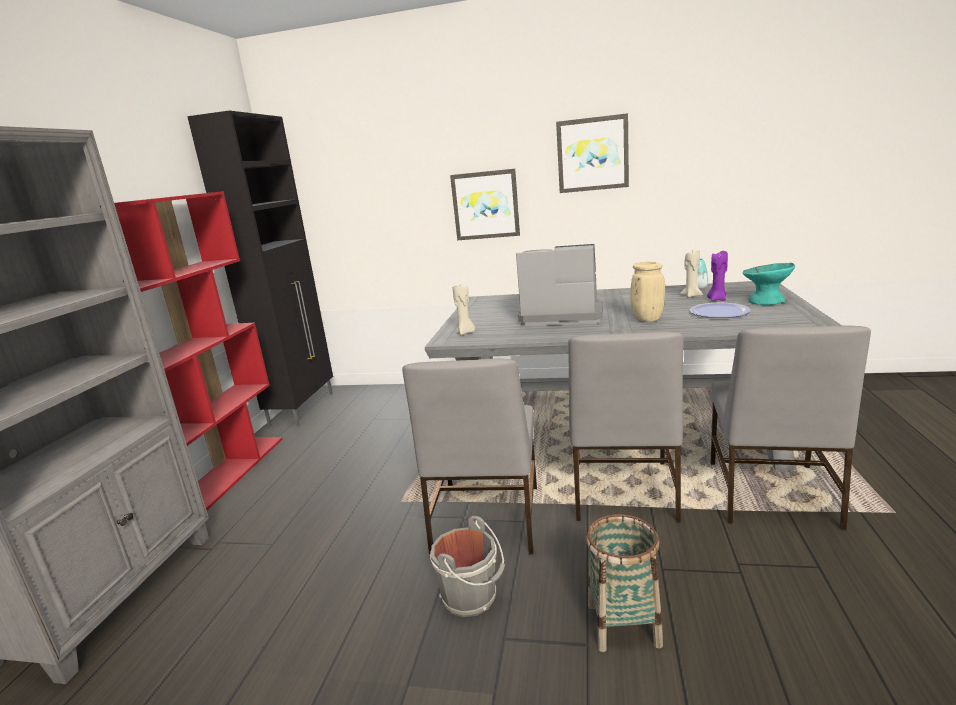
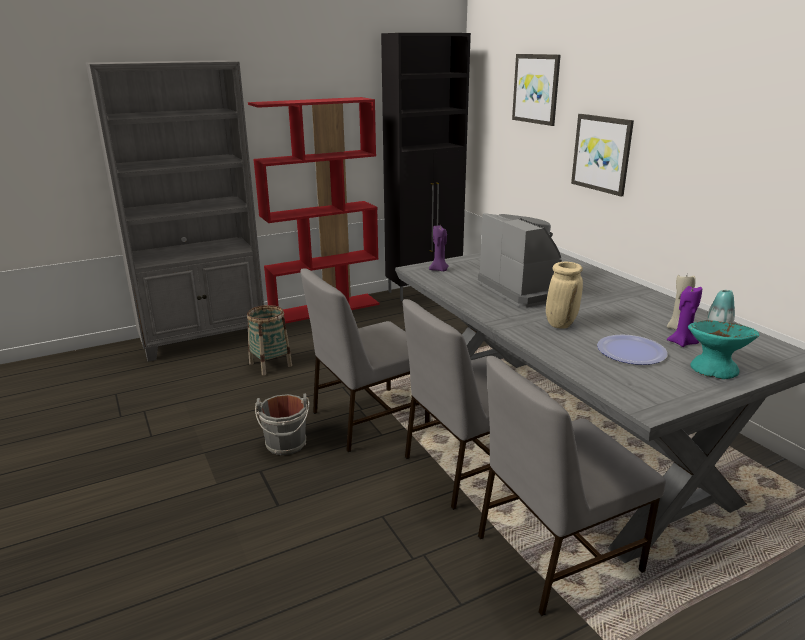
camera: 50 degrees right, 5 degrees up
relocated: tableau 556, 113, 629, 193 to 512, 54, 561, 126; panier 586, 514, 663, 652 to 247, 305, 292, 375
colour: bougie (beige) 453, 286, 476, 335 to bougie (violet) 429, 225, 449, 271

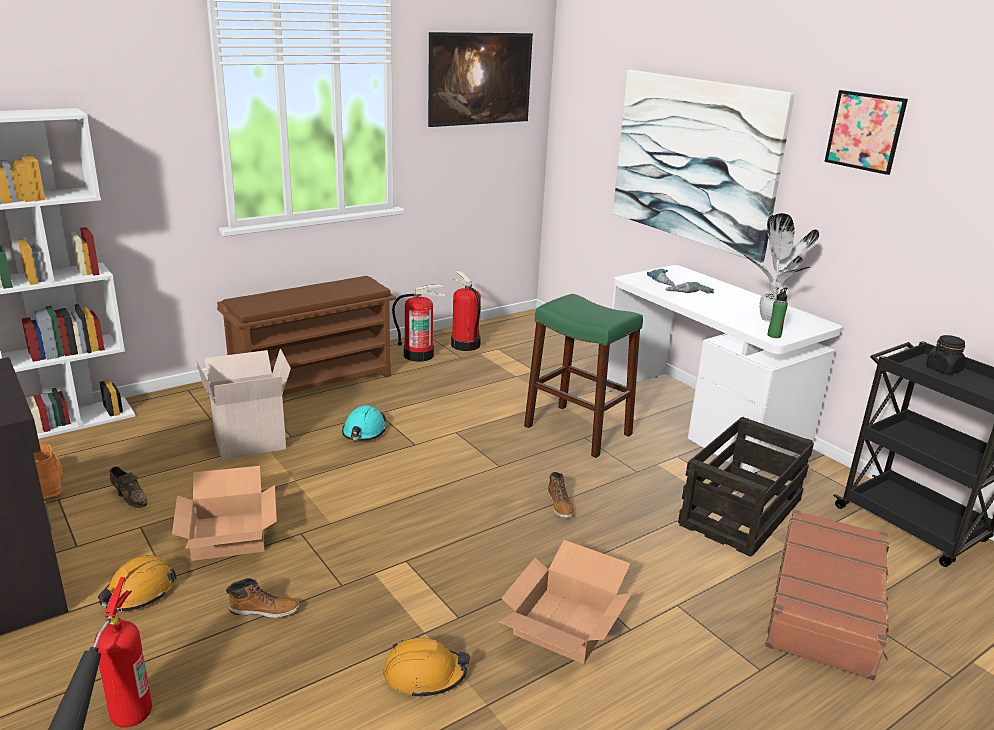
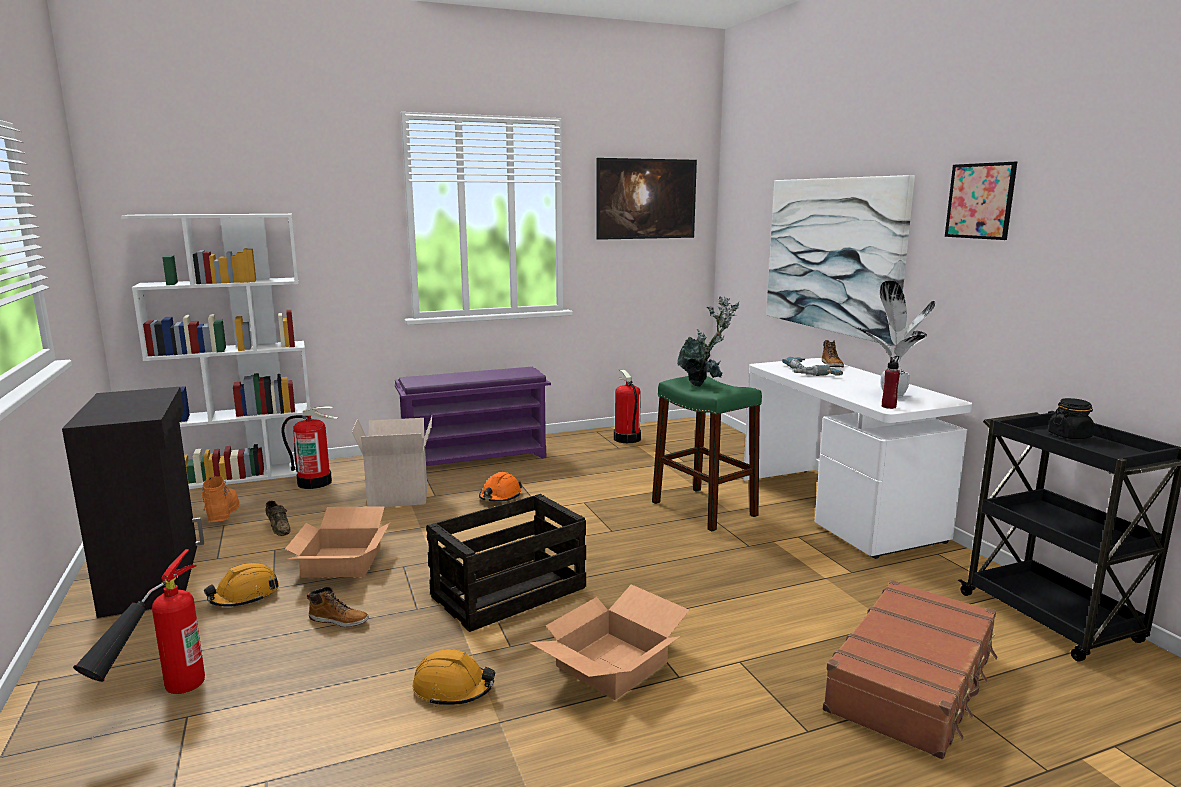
camera: 15 degrees right, 10 degrees down
appeared: plante en pot 677, 296, 739, 387
relocated: extincteur 392, 284, 447, 362 to 281, 406, 338, 489; botte 548, 472, 574, 518 to 822, 340, 844, 368; caisse 678, 417, 814, 557 to 426, 494, 586, 632
colour: étagère à chaussures (marron) 217, 276, 396, 395 to étagère à chaussures (violet) 395, 367, 551, 466; casque de chantier (turquoise) 342, 405, 387, 441 to casque de chantier (orange) 479, 472, 522, 502; bouteille (vert) 768, 287, 788, 338 to bouteille (rouge) 882, 356, 900, 409

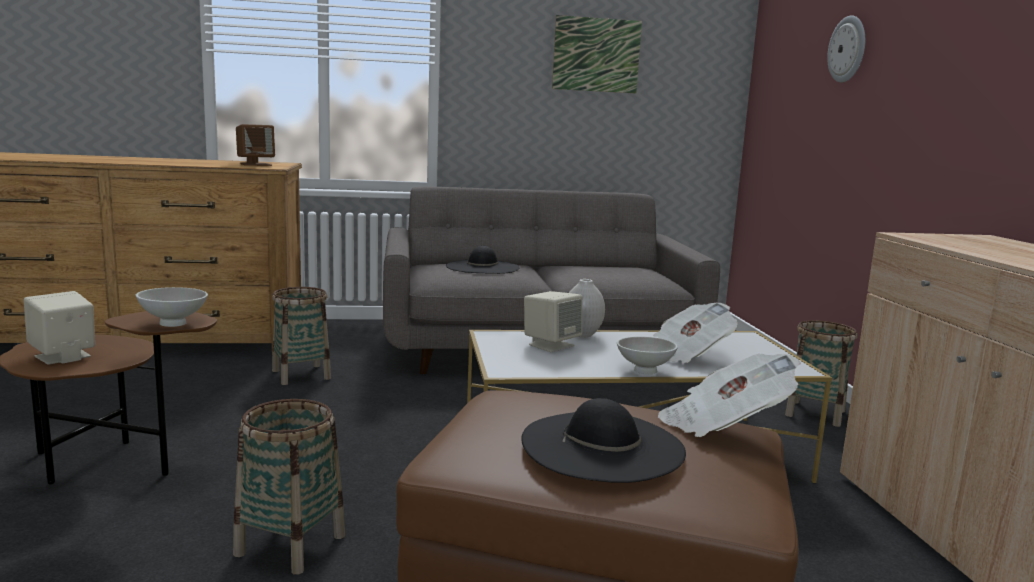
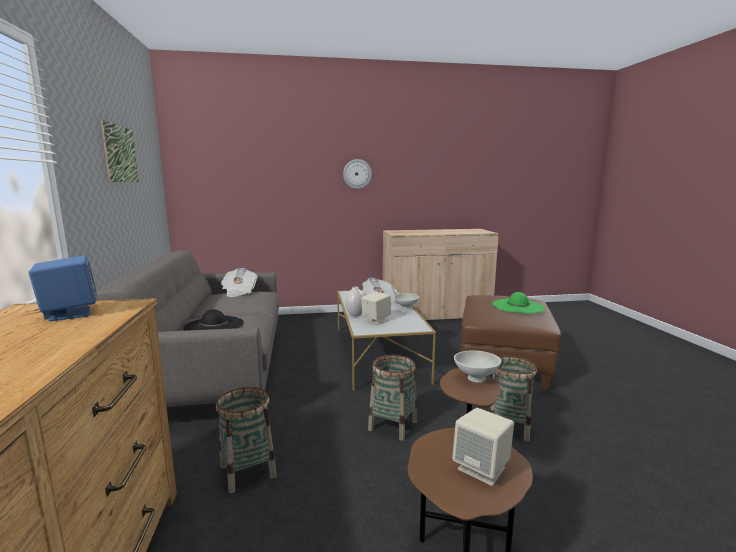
camera: 90 degrees left, 0 degrees up
relocated: journal 658, 354, 801, 437 to 221, 268, 258, 297; panier 785, 320, 858, 427 to 368, 355, 417, 441; horloge murale 827, 15, 865, 83 to 343, 159, 372, 189
colour: enceinte (marron) 236, 124, 275, 166 to enceinte (bleu) 28, 255, 97, 321; chapeau (noir) 521, 398, 686, 483 to chapeau (vert) 492, 292, 545, 313

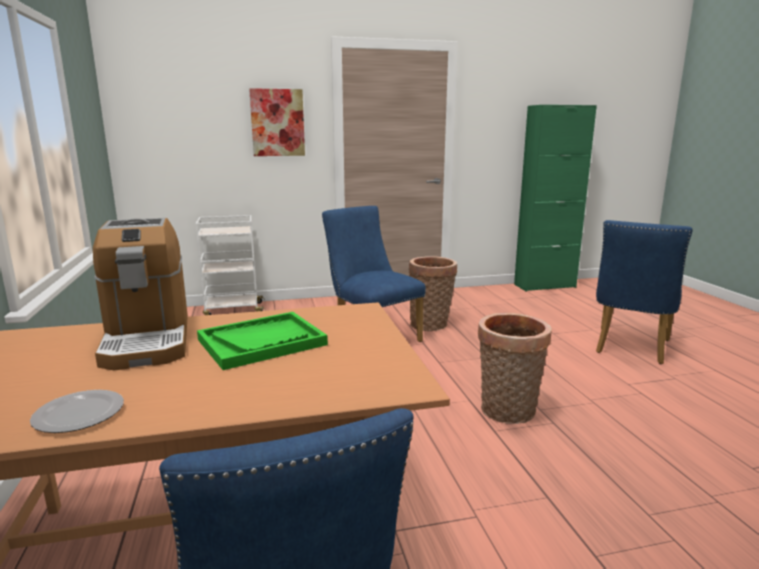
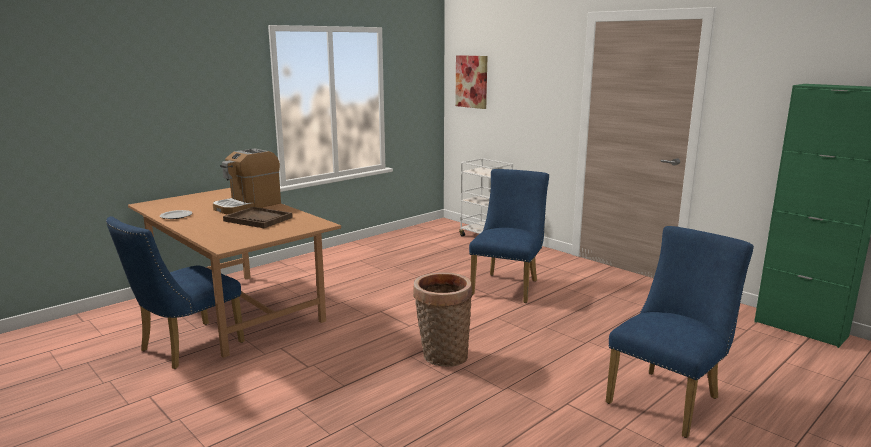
camera: 60 degrees right, 0 degrees up
missing: panier 409, 256, 458, 331
relocated: tableau 249, 88, 305, 156 to 455, 55, 487, 109
colour: plateau (vert) 197, 312, 328, 370 to plateau (marron) 223, 207, 293, 228
spun: chaise (bleu) 596, 220, 693, 364 = 606, 226, 754, 438 135 degrees clockwise

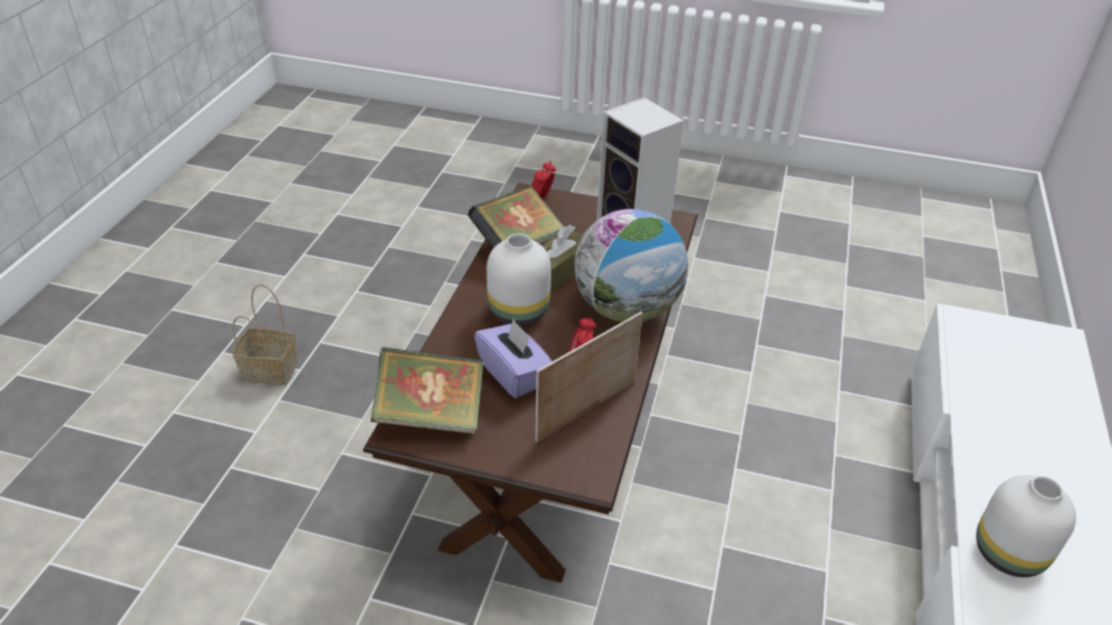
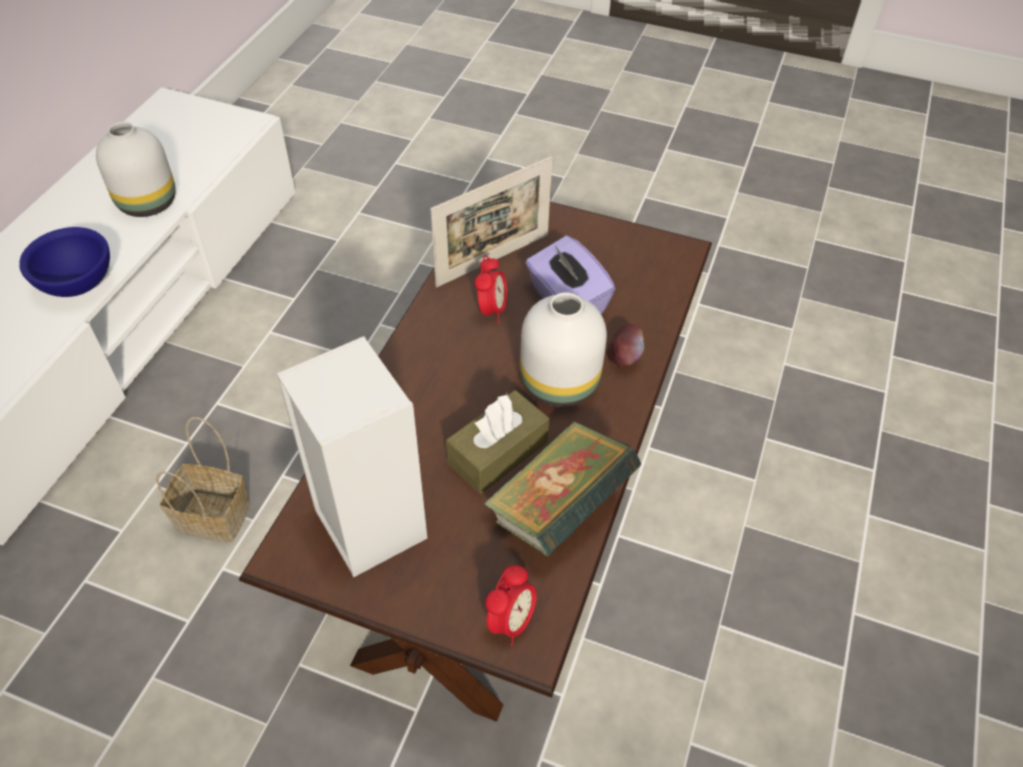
camera: 175 degrees left, 10 degrees up
missing: livre 371, 347, 484, 434; globe 574, 209, 688, 322
appeared: bol (bleu) 19, 227, 110, 297; pomme 607, 324, 644, 367
relocated: panier 232, 284, 298, 385 to 156, 417, 250, 543

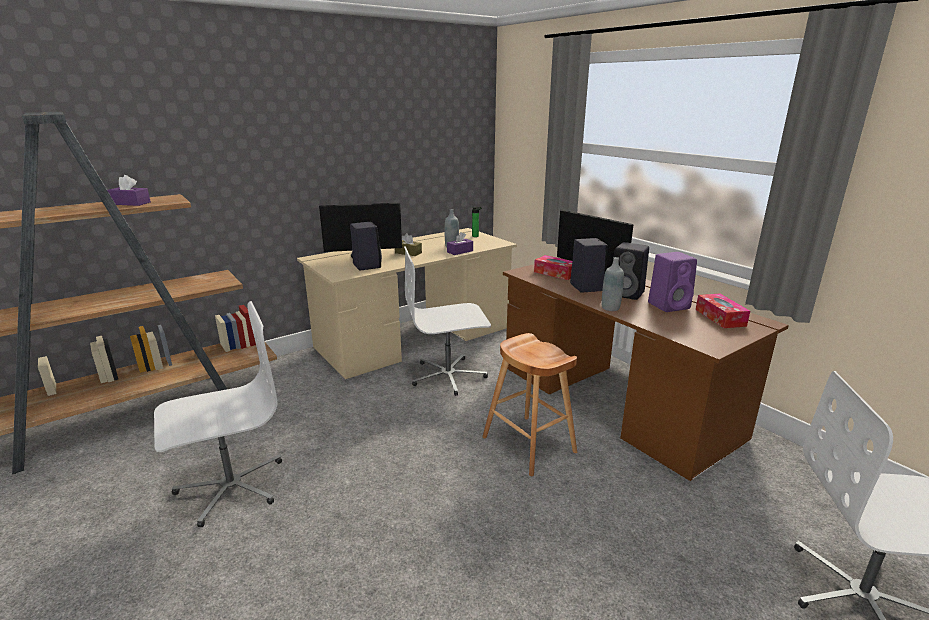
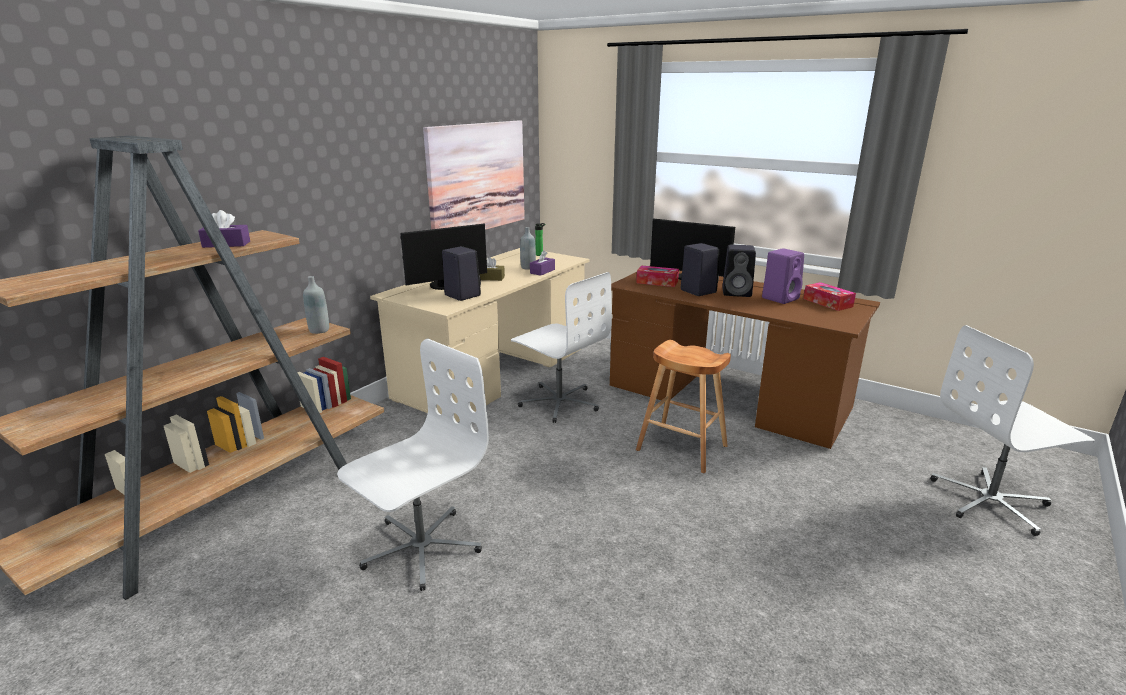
camera: 20 degrees left, 0 degrees up
appeared: tableau 423, 120, 525, 230
relocated: bouteille (gris) 602, 257, 624, 311 to 303, 276, 329, 334
spun: chaise de bureau (blanc) 404, 246, 491, 396 = 511, 272, 612, 423 105 degrees counterclockwise

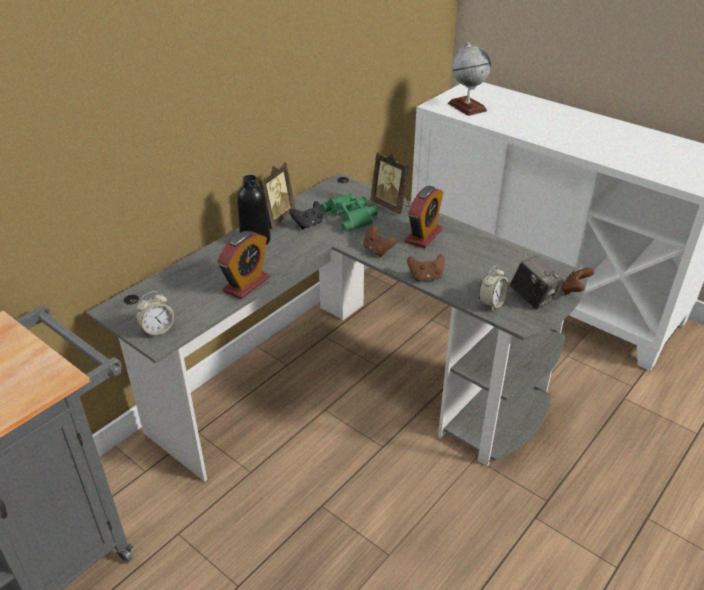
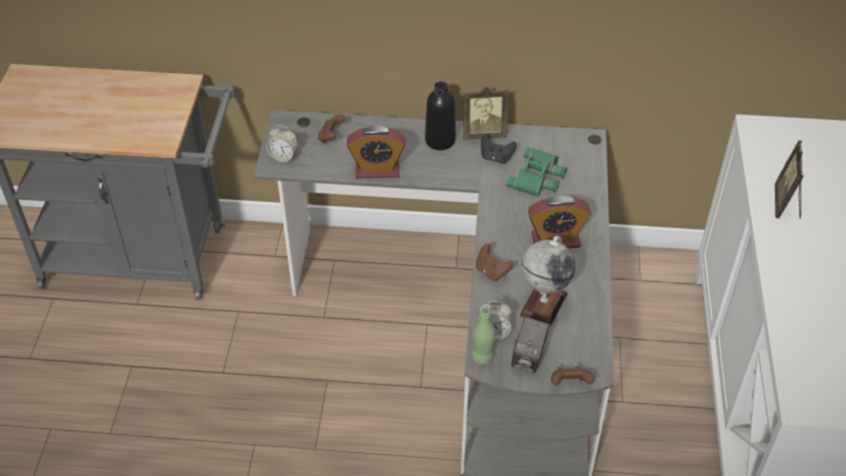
camera: 55 degrees right, 10 degrees up
appeared: bouteille (vert) 471, 307, 496, 365
relocated: manette (marron) 363, 226, 397, 257 to 318, 114, 345, 143; cadre photo 370, 152, 409, 214 to 775, 140, 804, 219; globe 448, 42, 491, 116 to 520, 236, 575, 327

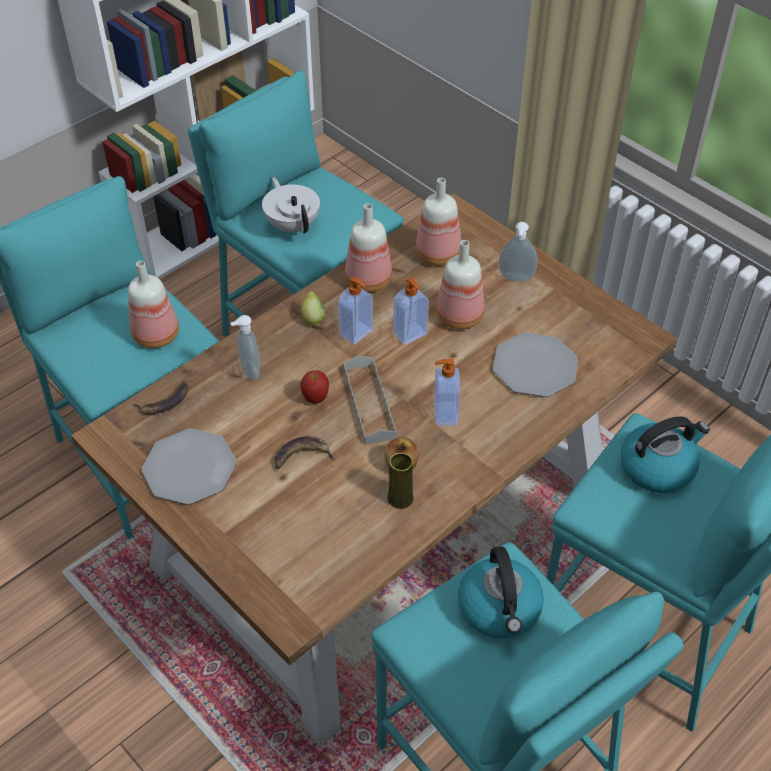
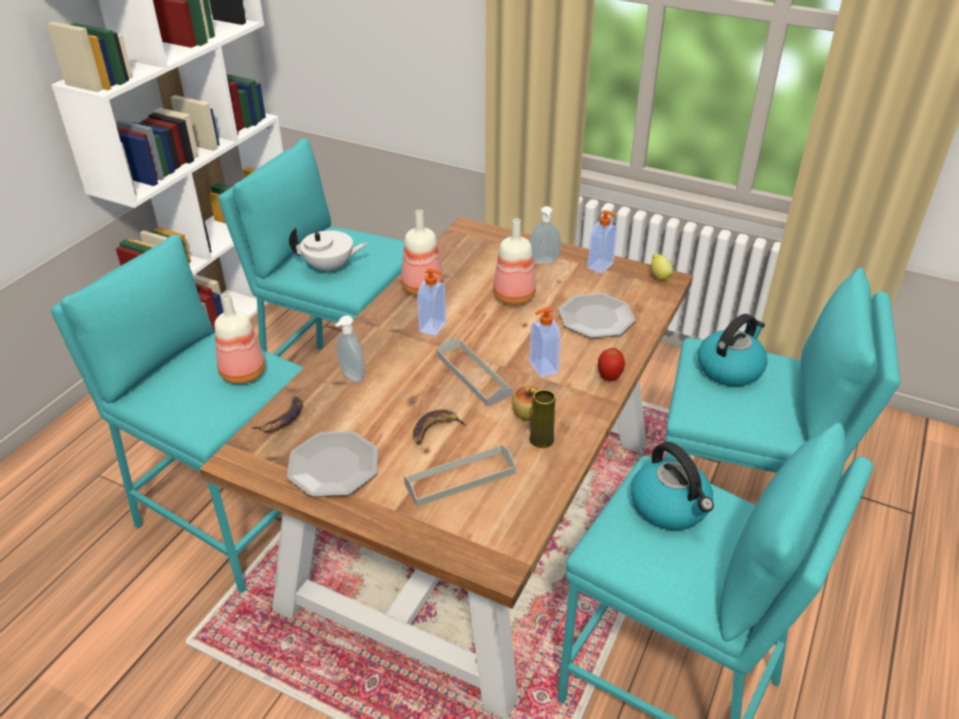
camera: 20 degrees left, 10 degrees down
missing: bouteille 416, 178, 461, 266
appeared: plateau (gris) 404, 444, 516, 507
relocated: pomme 300, 370, 329, 404 to 598, 348, 625, 381; citron 301, 291, 325, 327 to 651, 253, 673, 281; distributeur de savon 393, 277, 429, 345 to 587, 210, 617, 274
spun: théière (blanc) 262, 177, 320, 234 = 289, 228, 368, 275 135 degrees clockwise

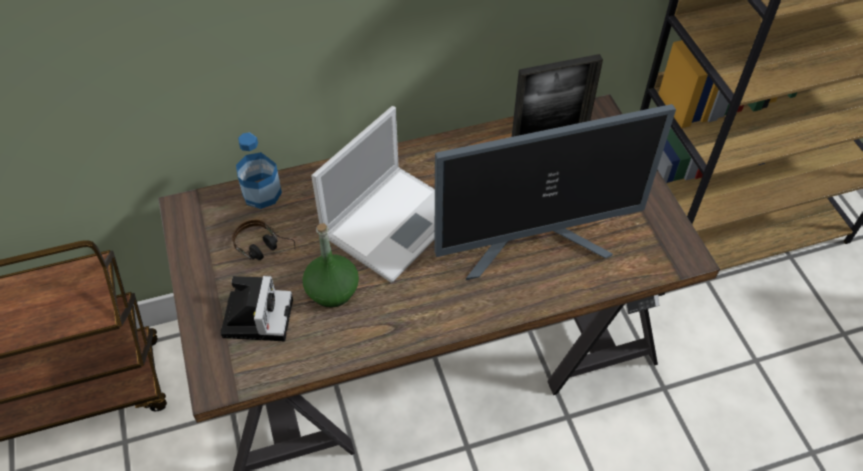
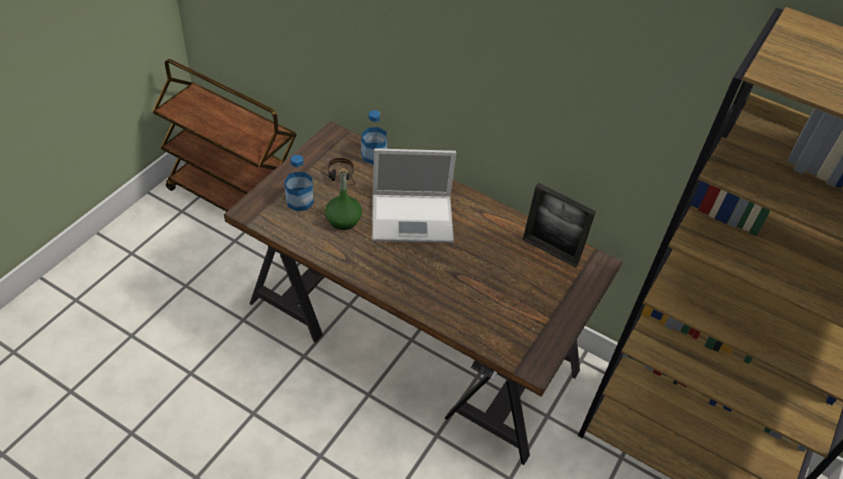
camera: 45 degrees right, 5 degrees down
missing: écran d'ordinateur 434, 104, 676, 280
exchanged: appareil photo 220, 276, 293, 341 to bouteille 284, 155, 314, 211

